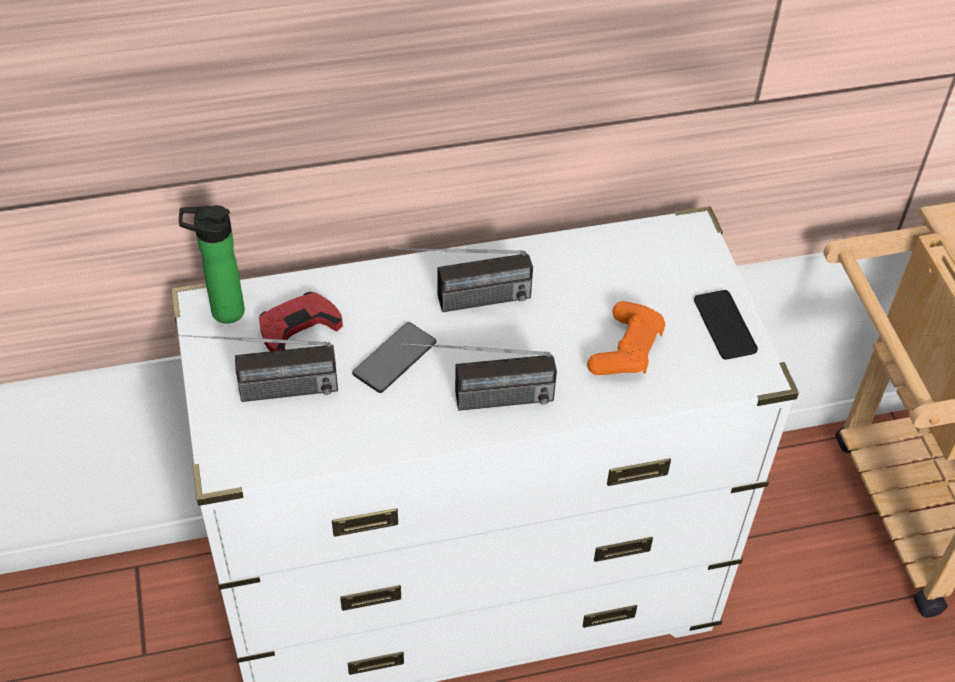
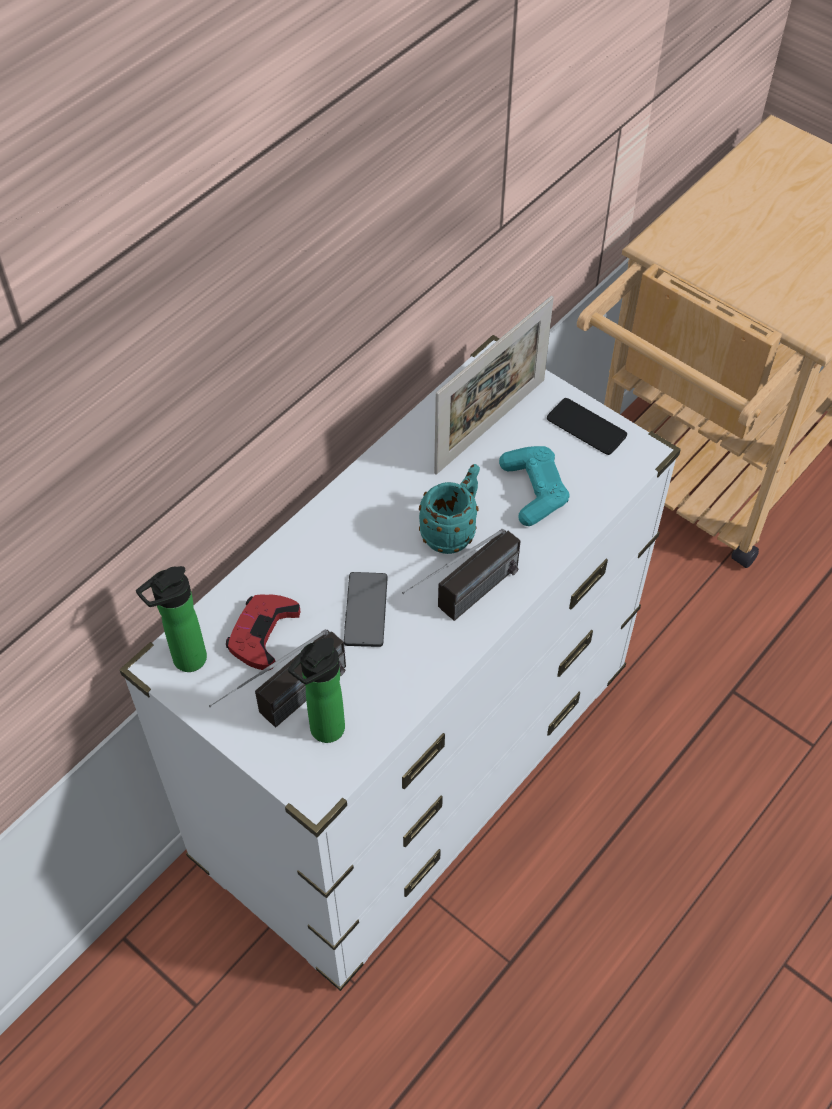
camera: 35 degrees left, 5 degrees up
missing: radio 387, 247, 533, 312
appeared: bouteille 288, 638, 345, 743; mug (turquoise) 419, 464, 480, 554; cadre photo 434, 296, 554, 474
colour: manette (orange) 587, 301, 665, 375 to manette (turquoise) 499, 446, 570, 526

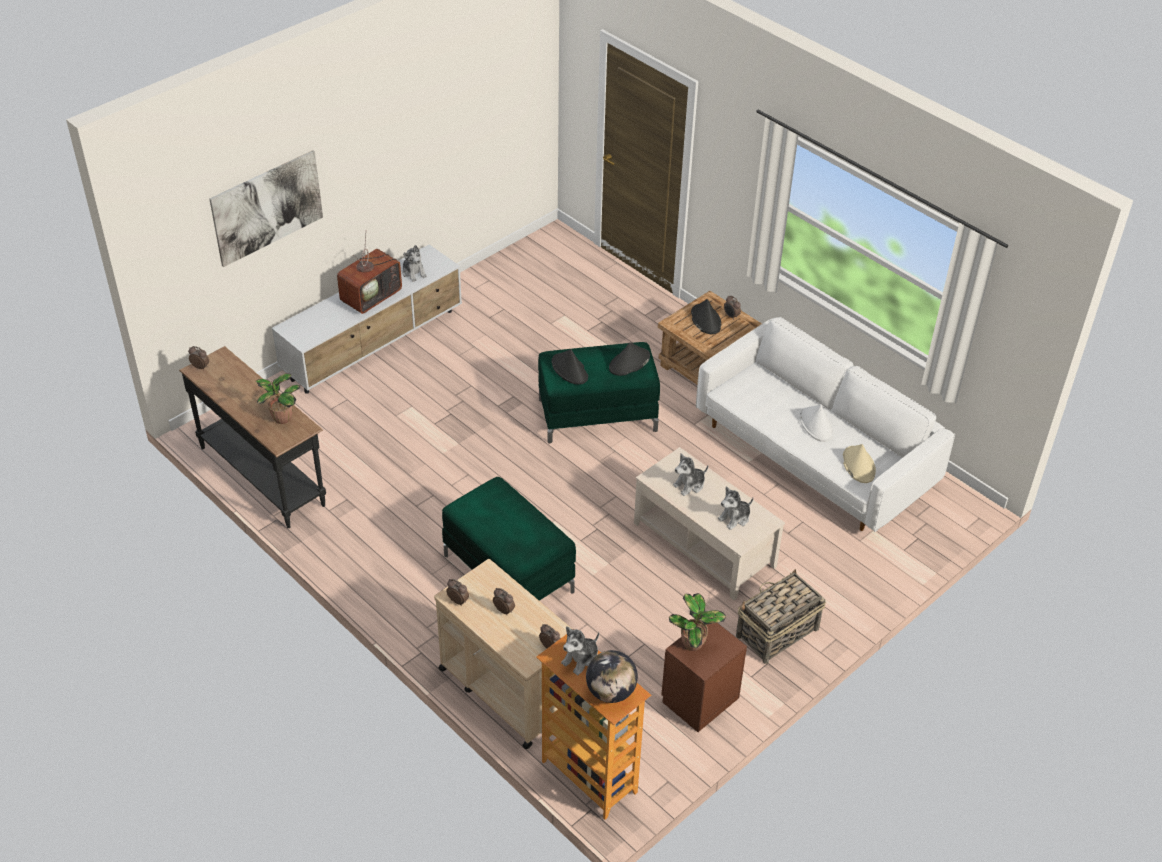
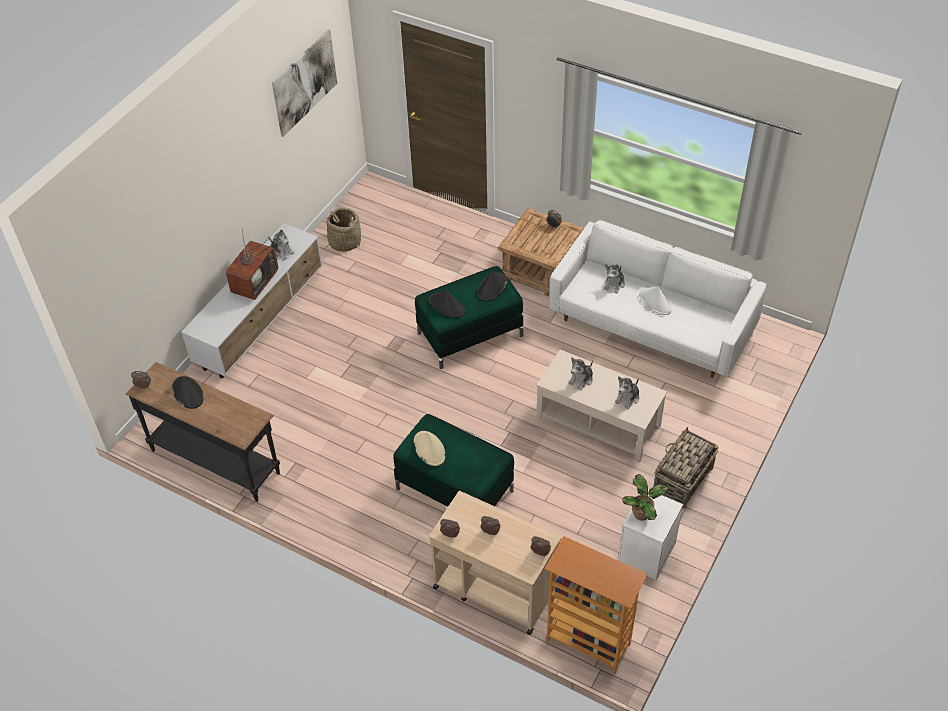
camera: 15 degrees left, 5 degrees up
missing: plante en pot 256, 373, 300, 424; globe 586, 650, 638, 703
appeared: panier 326, 208, 361, 252
relocated: tableau 209, 150, 323, 267 to 272, 29, 337, 137; peluche 561, 626, 599, 675 to 604, 264, 625, 294; chapeau (noir) 691, 299, 721, 334 to 172, 376, 203, 409; chapeau (beige) 843, 444, 876, 483 to 414, 431, 445, 466
colour: table de chevet (marron) 661, 623, 747, 732 to table de chevet (blanc) 618, 489, 683, 580

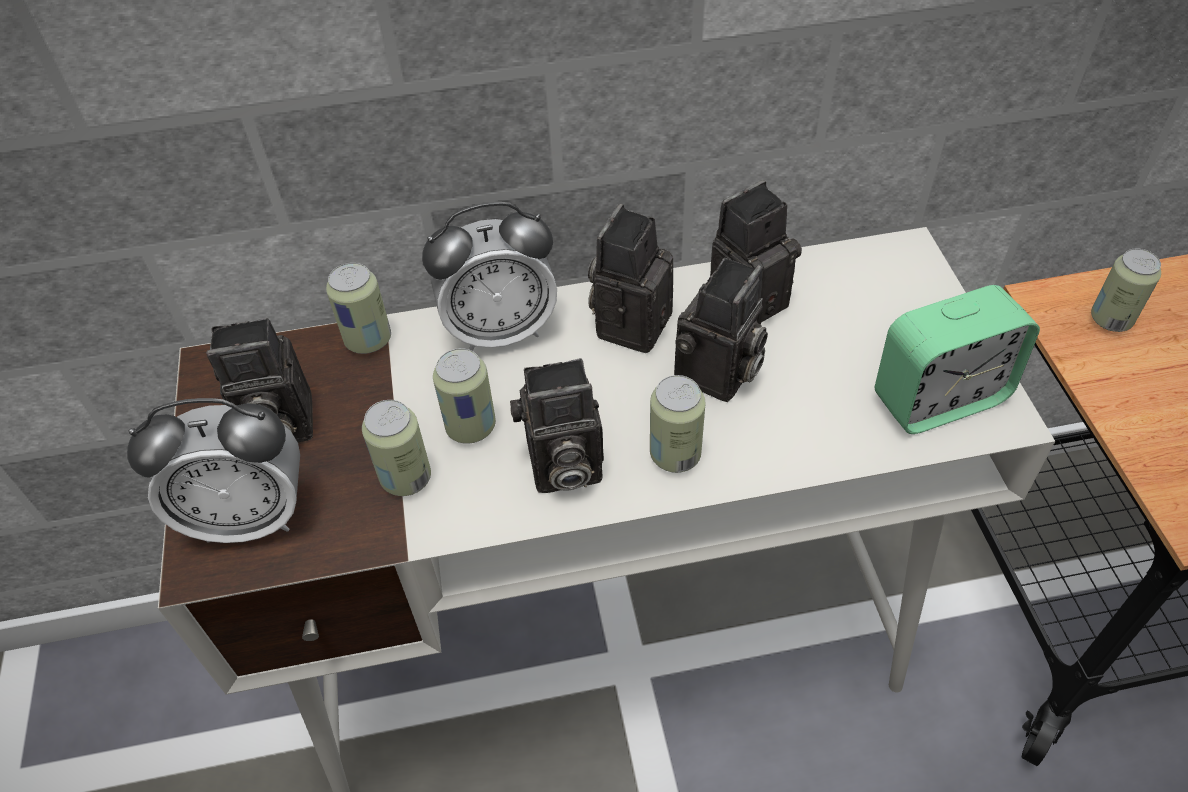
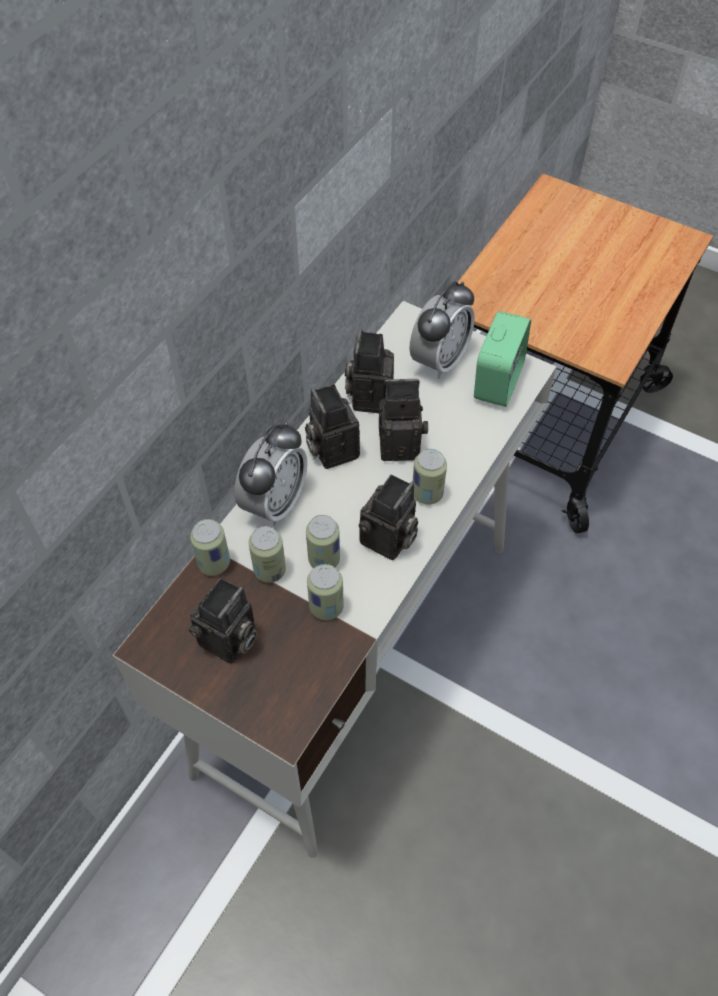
camera: 50 degrees left, 5 degrees up
relocated: réveil 127, 398, 300, 543 to 409, 281, 475, 379; boîte métallique 1091, 248, 1161, 332 to 249, 526, 286, 583
spun: appareil photo 674, 258, 768, 402 = 379, 379, 428, 461 75 degrees counterclockwise

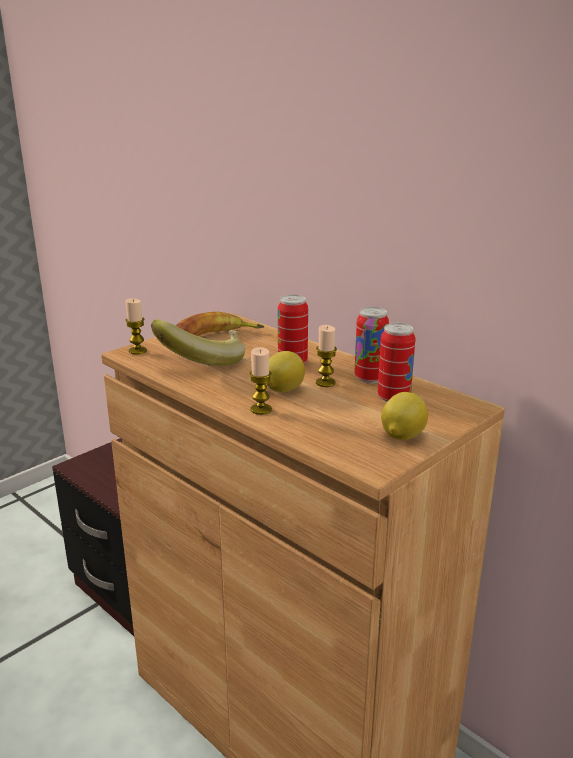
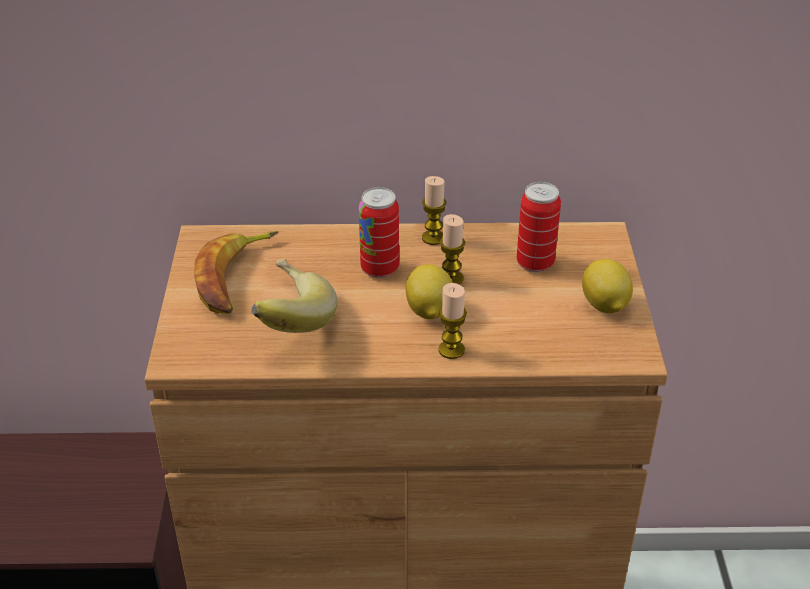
camera: 45 degrees left, 15 degrees up
missing: boîte métallique 354, 307, 389, 384
relocated: bougie 125, 299, 147, 355 to 422, 176, 446, 245

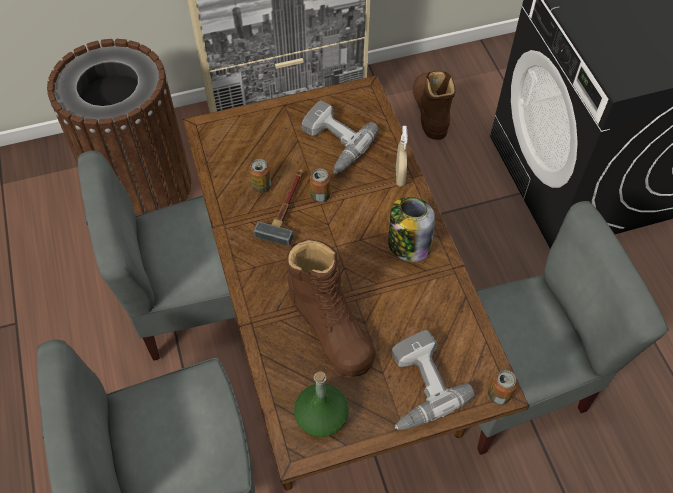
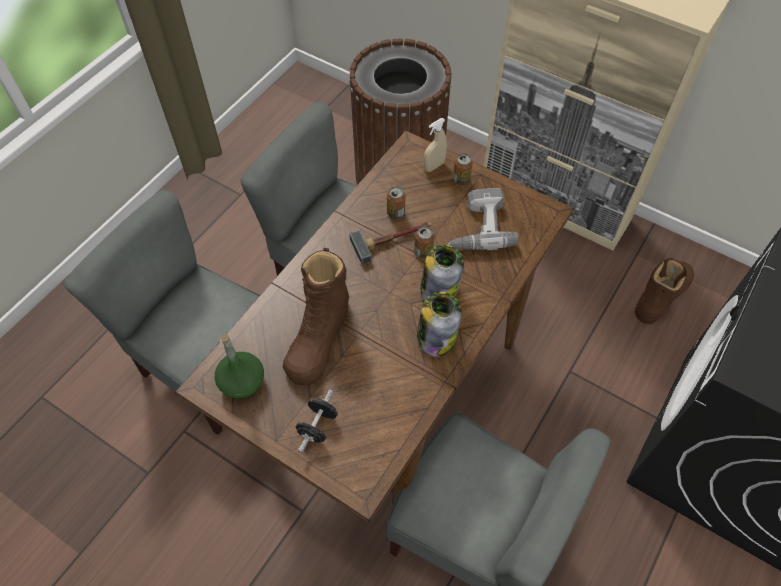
camera: 50 degrees right, 0 degrees up
appeared: bocal 420, 245, 464, 301
relocated: vaporisateur (beige) 396, 126, 408, 187 to 424, 118, 447, 172; boîte métallique 488, 370, 517, 405 to 453, 153, 473, 185
exchanged: perceuse 392, 330, 475, 430 to haltère (noir) 296, 390, 338, 452

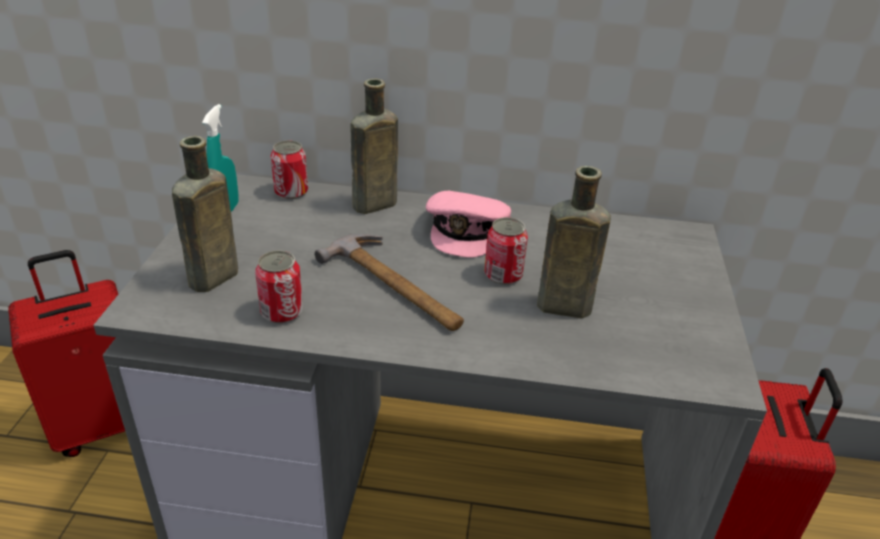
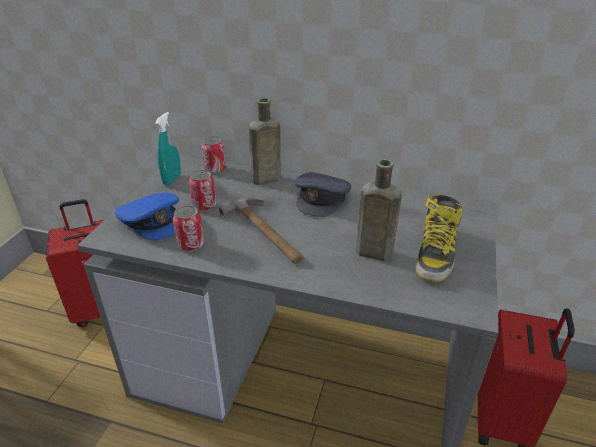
camera: 10 degrees right, 0 degrees up
appeared: botte 415, 195, 463, 282
relocated: boîte métallique 484, 217, 528, 285 to 188, 170, 216, 212
exchanged: bouteille (marron) 172, 136, 238, 292 to casquette (bleu) 115, 193, 179, 240
colour: casquette (rose) 426, 191, 511, 258 to casquette (gris) 294, 172, 351, 217

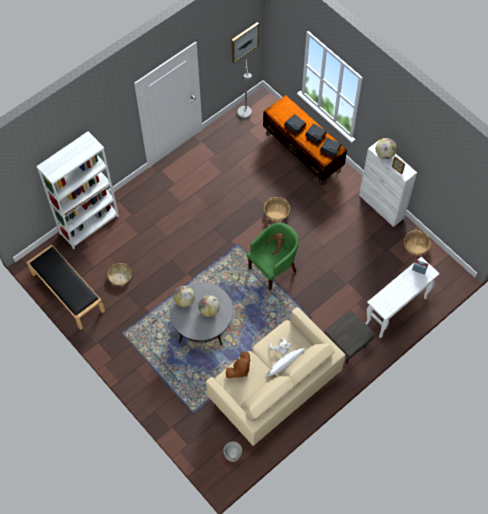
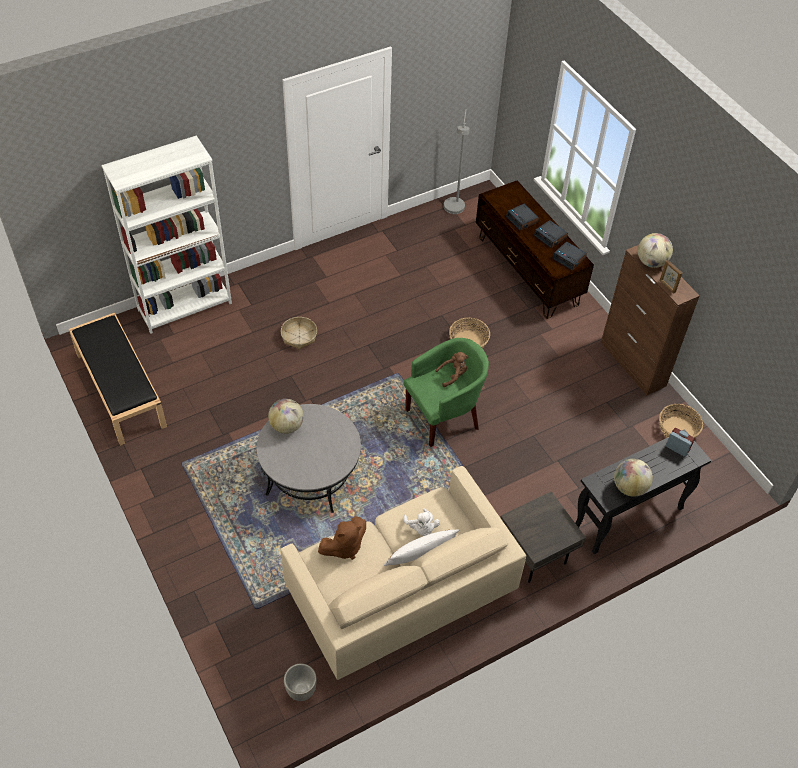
camera: 10 degrees right, 10 degrees down
missing: tableau 232, 22, 259, 63
relocated: panier 108, 263, 132, 286 to 281, 317, 317, 350; globe 198, 295, 220, 317 to 614, 459, 653, 497
colour: meuble de rangement (blanc) 359, 140, 417, 227 to meuble de rangement (marron) 601, 245, 699, 395; table console (blanc) 365, 257, 440, 338 to table console (noir) 575, 429, 711, 554

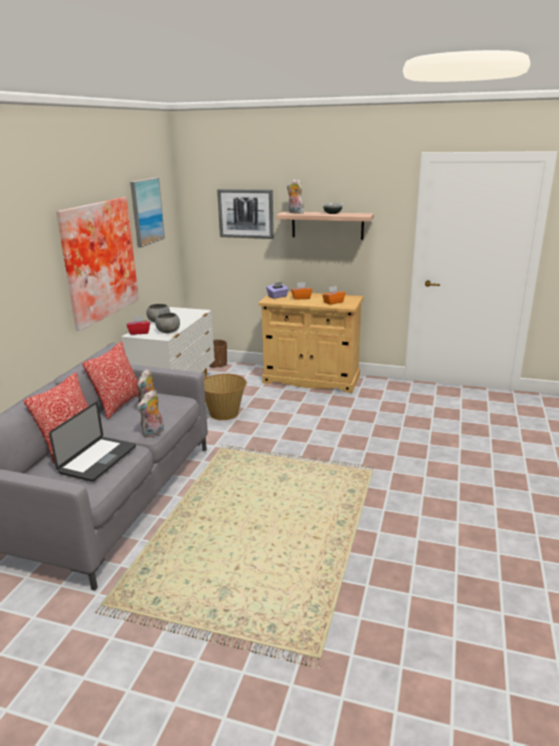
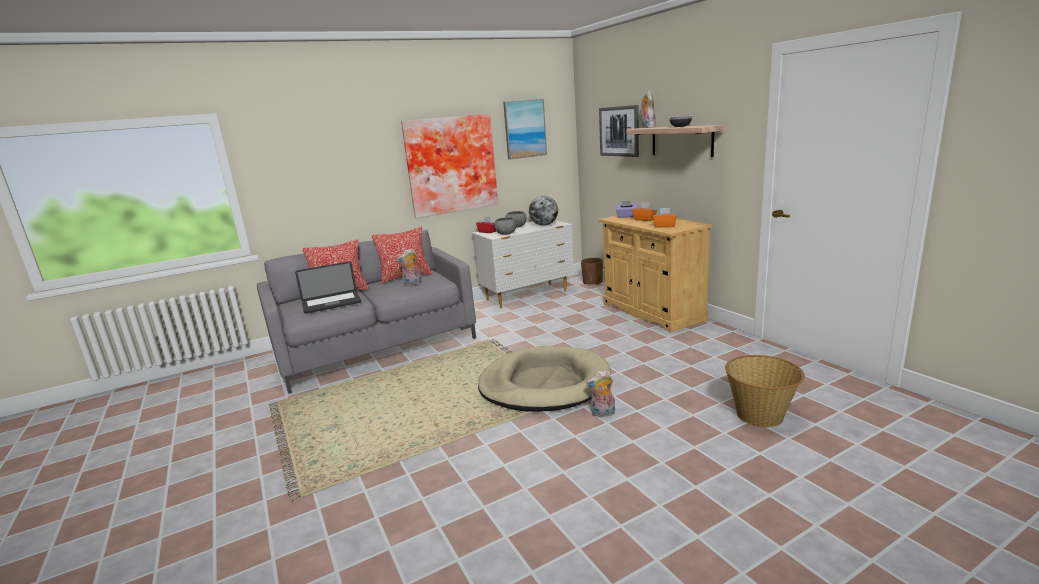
camera: 45 degrees right, 5 degrees down
appeared: panier pour chien (beige) 478, 346, 611, 412; globe 529, 196, 558, 226
relocated: peluche 137, 390, 164, 438 to 586, 370, 615, 417; panier 204, 374, 247, 420 to 725, 355, 805, 427

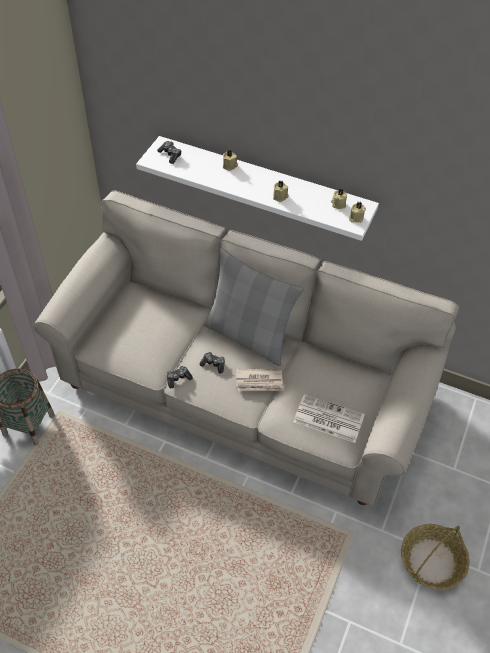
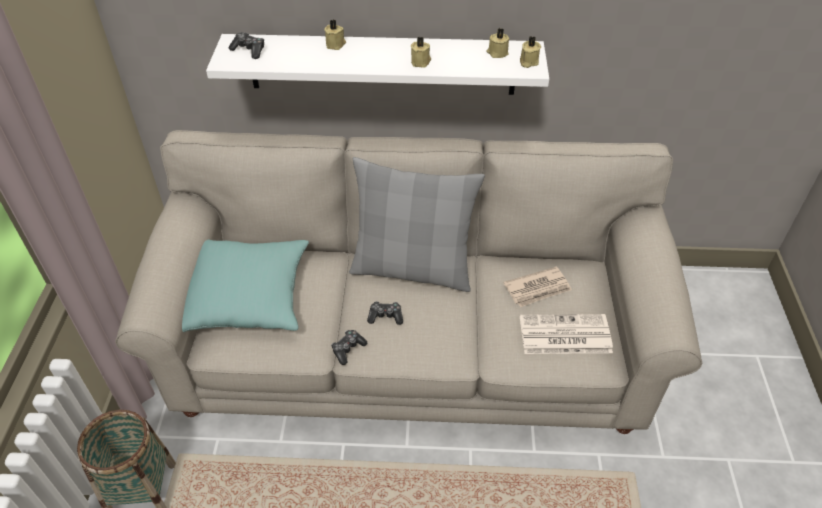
camera: 20 degrees left, 5 degrees down
missing: panier 401, 524, 470, 590
appeared: coussin (turquoise) 182, 239, 309, 332
relocated: journal 236, 369, 283, 391 to 503, 266, 572, 307

